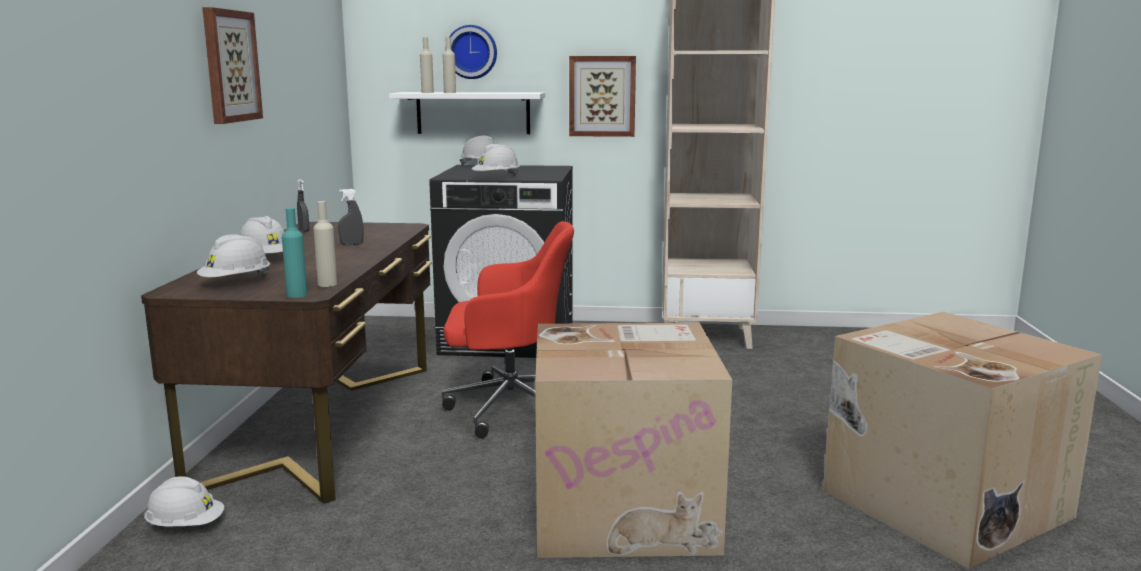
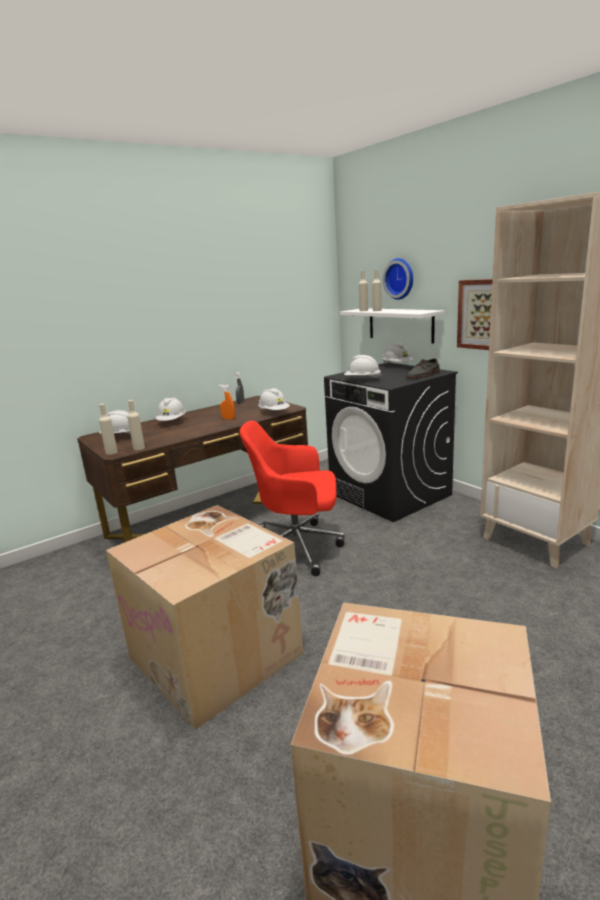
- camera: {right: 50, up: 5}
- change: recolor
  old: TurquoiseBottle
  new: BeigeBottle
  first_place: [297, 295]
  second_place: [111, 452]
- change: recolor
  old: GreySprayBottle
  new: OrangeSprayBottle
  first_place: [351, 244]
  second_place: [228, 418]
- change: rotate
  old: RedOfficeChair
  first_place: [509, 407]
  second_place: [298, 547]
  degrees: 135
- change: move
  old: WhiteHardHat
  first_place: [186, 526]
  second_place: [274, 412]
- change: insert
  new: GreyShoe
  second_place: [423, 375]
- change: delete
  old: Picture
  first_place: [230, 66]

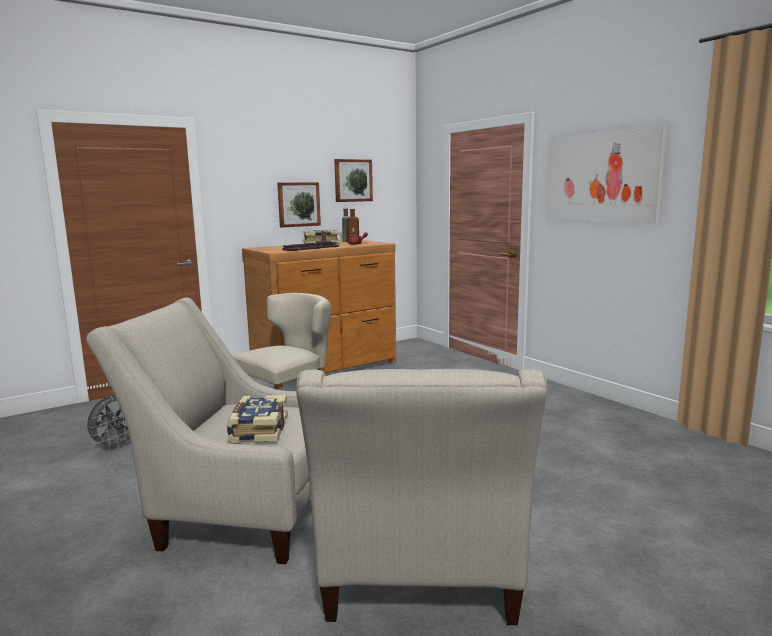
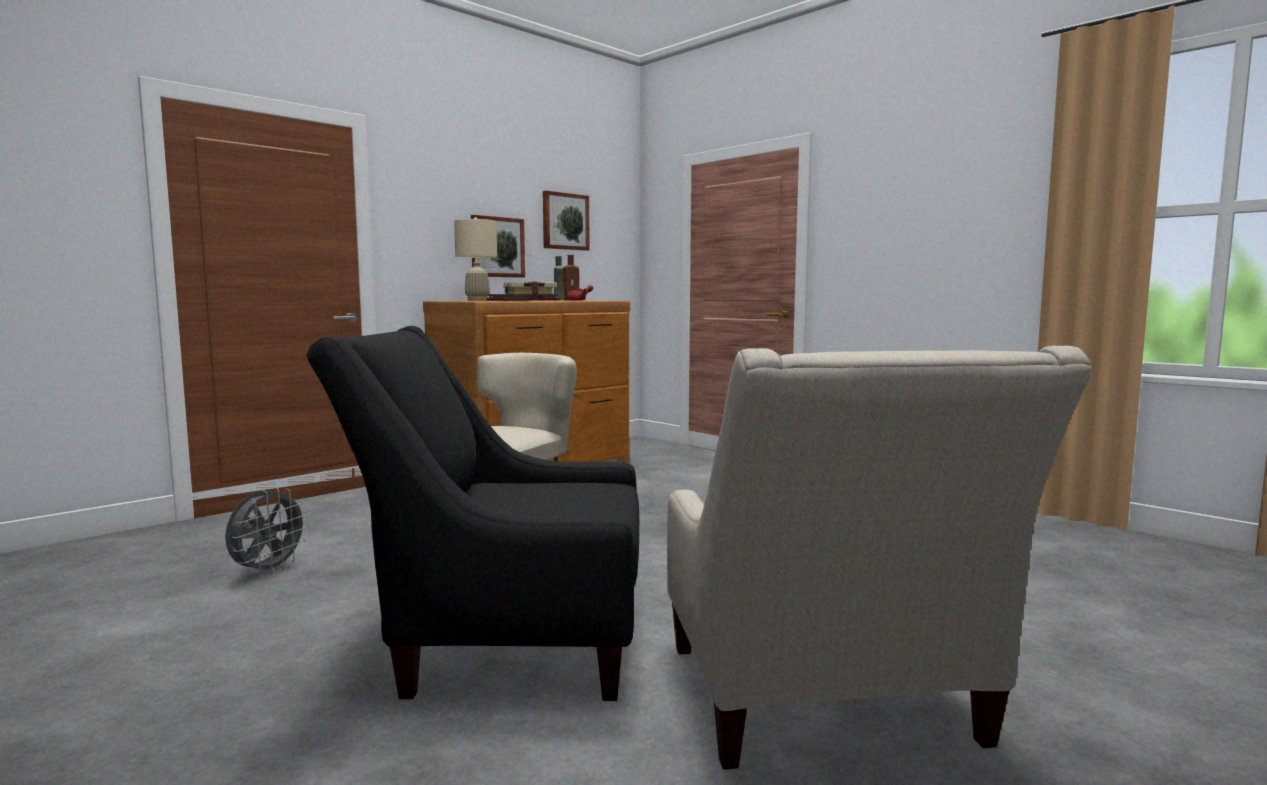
- camera: {right: -10, up: -5}
- change: recolor
  old: BeigeArmchair
  new: BlackArmchair
  first_place: [237, 512]
  second_place: [504, 641]
- change: insert
  new: BeigeTableLamp
  second_place: [477, 300]
- change: delete
  old: Book
  first_place: [257, 430]
- change: delete
  old: Picture
  first_place: [601, 177]

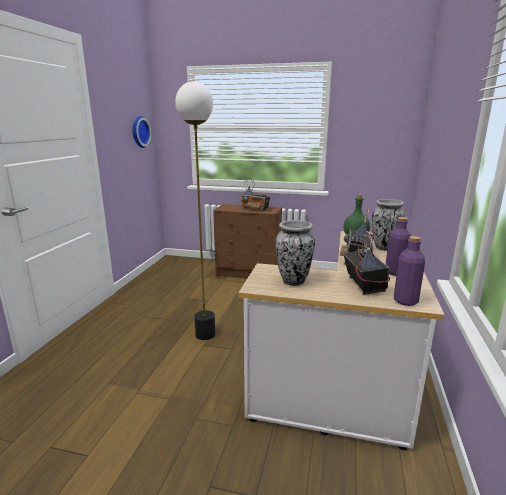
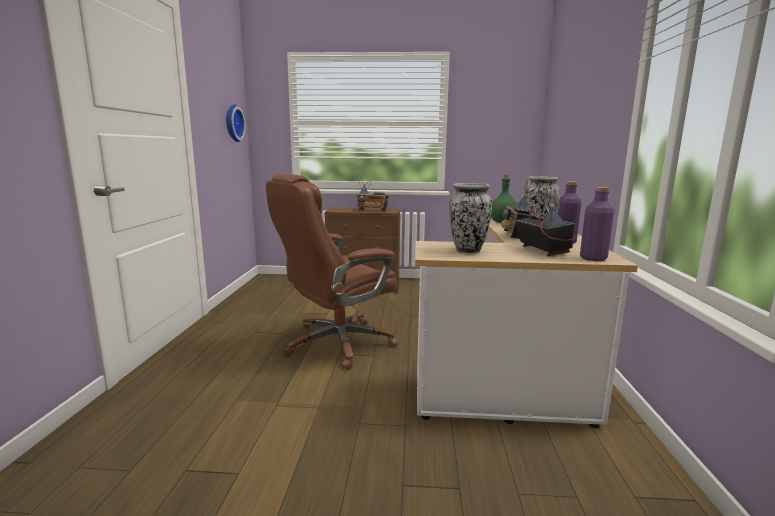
- camera: {right: -10, up: -5}
- change: replace
  old: FloorLamp
  new: BrownOfficeChair
  first_place: [205, 334]
  second_place: [336, 344]

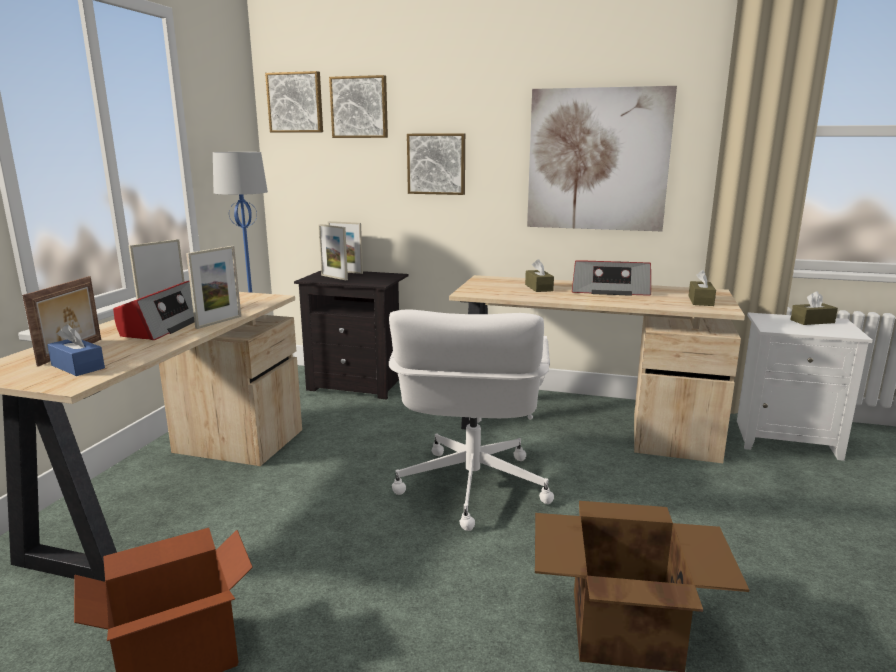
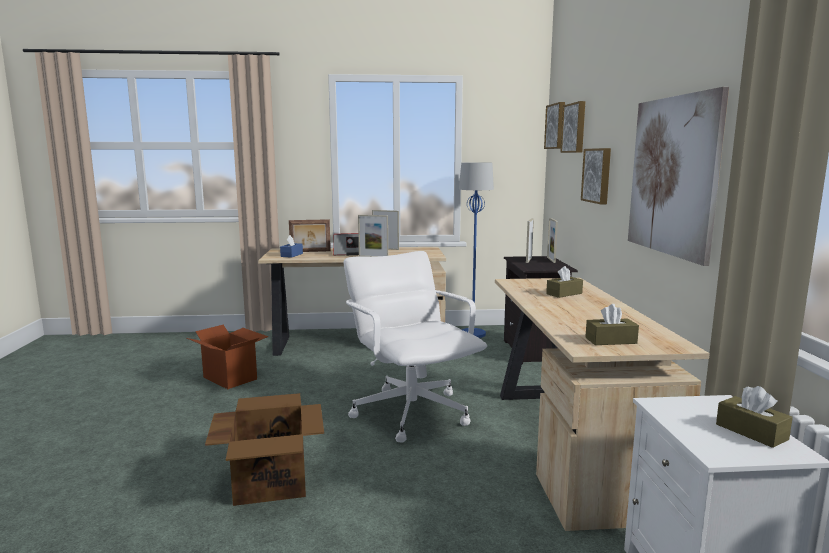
- camera: {right: 70, up: -5}
- change: rotate
  old: WhiteOfficeChair
  first_place: [471, 487]
  second_place: [411, 412]
  degrees: 75
- change: delete
  old: Radio
  first_place: [609, 290]

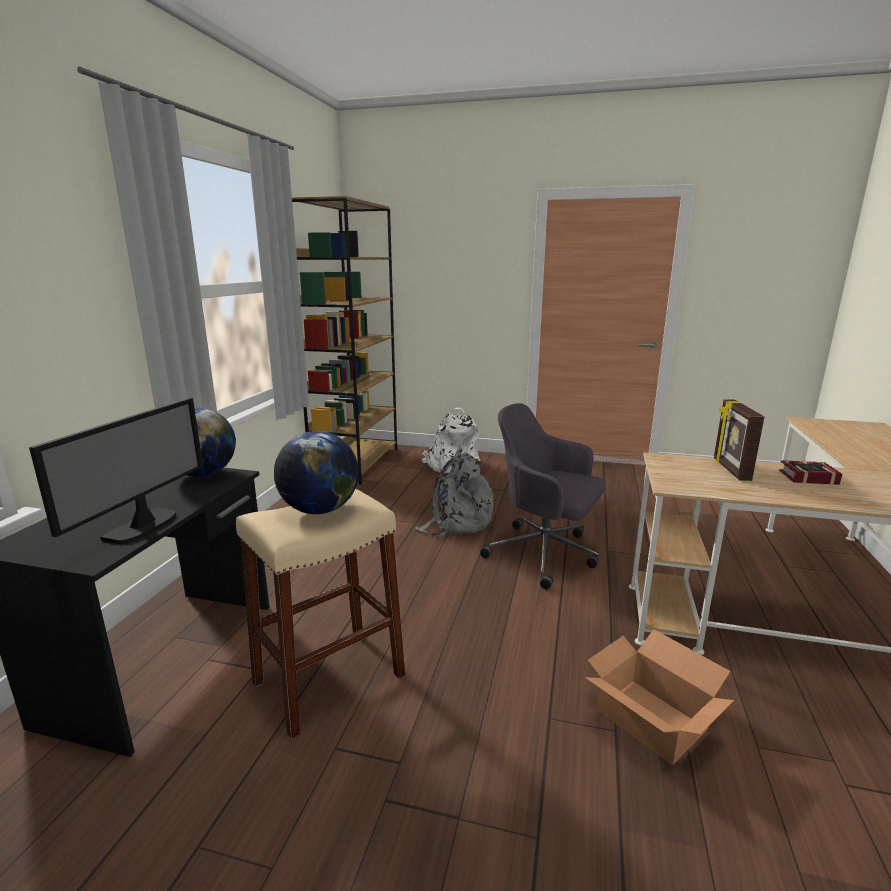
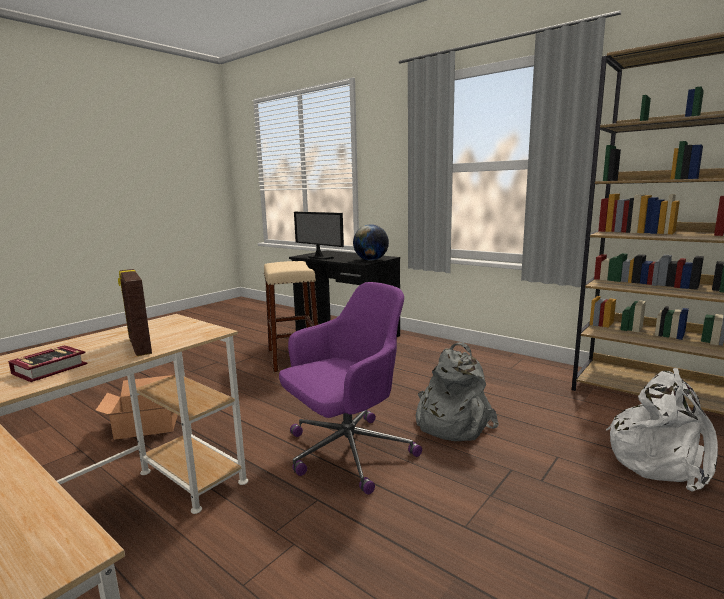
- camera: {right: 115, up: -5}
- change: rotate
  old: PictureFrame
  first_place: [730, 469]
  second_place: [139, 346]
  degrees: -150
- change: recolor
  old: GreyOfficeChair
  new: PurpleOfficeChair
  first_place: [545, 554]
  second_place: [346, 452]
- change: delete
  old: Globe
  first_place: [319, 510]

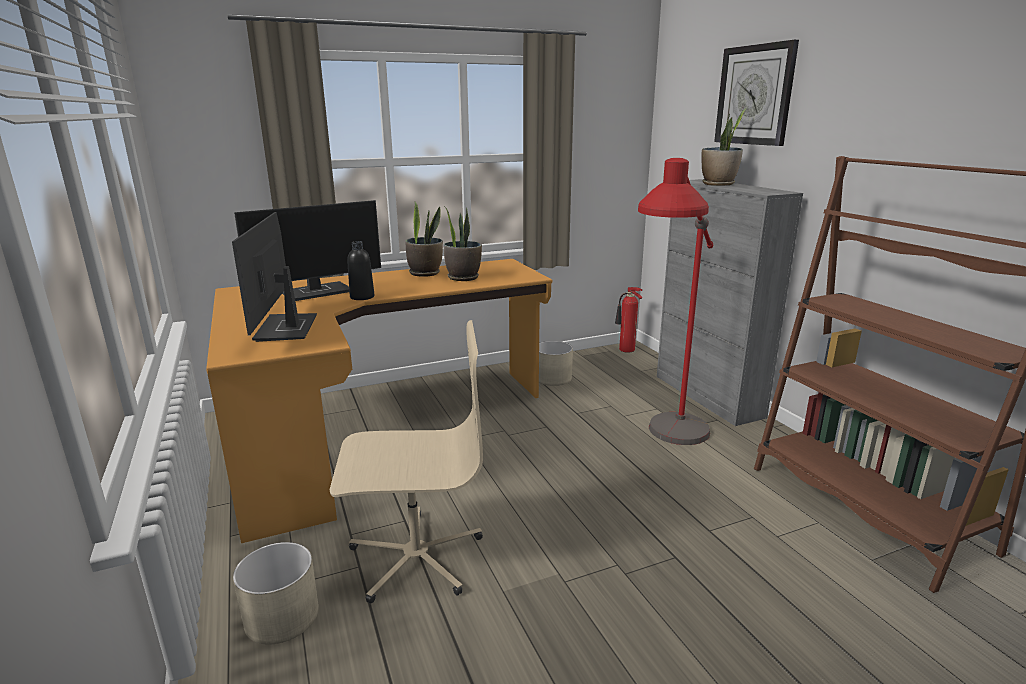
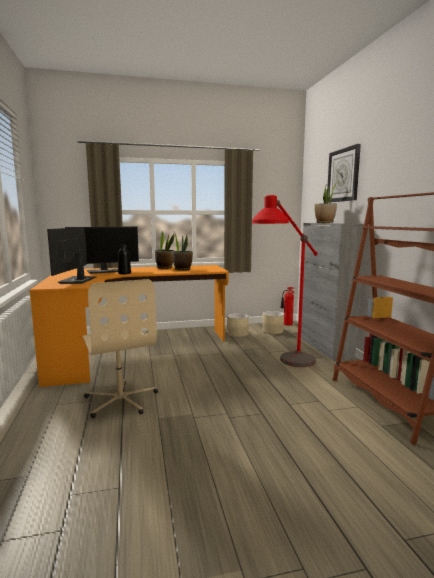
- camera: {right: 10, up: -10}
- change: rotate
  old: BeigeOfficeChair
  first_place: [415, 556]
  second_place: [121, 400]
  degrees: 60
- change: move
  old: BeigePlanter
  first_place: [282, 616]
  second_place: [273, 331]

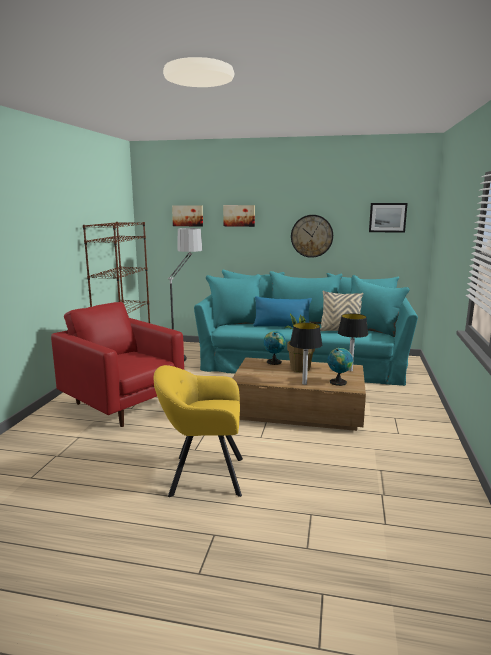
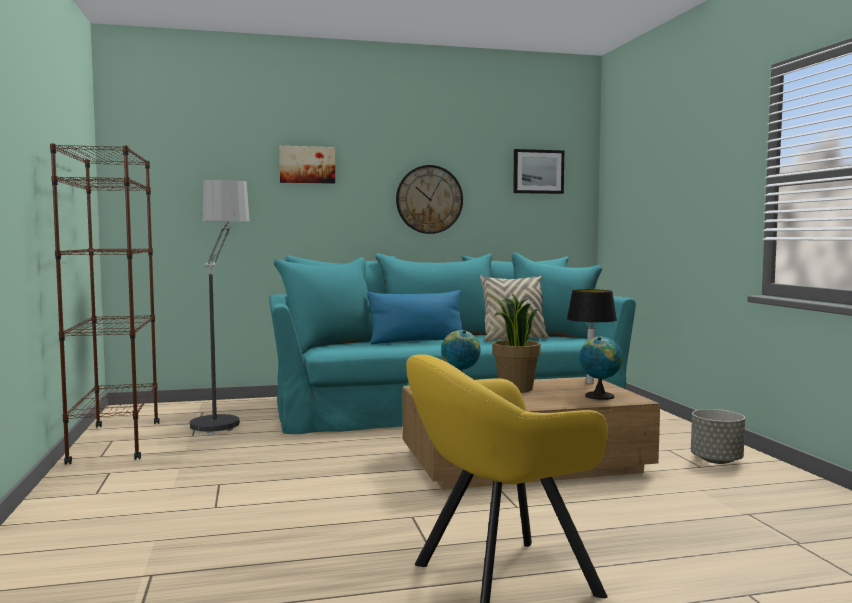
- camera: {right: -25, up: -10}
- change: insert
  new: GreyPlanter
  second_place: [716, 460]
- change: delete
  old: RedArmchair
  first_place: [123, 405]
- change: delete
  old: Picture
  first_place: [188, 215]
- change: delete
  old: TableLamp
  first_place: [304, 384]

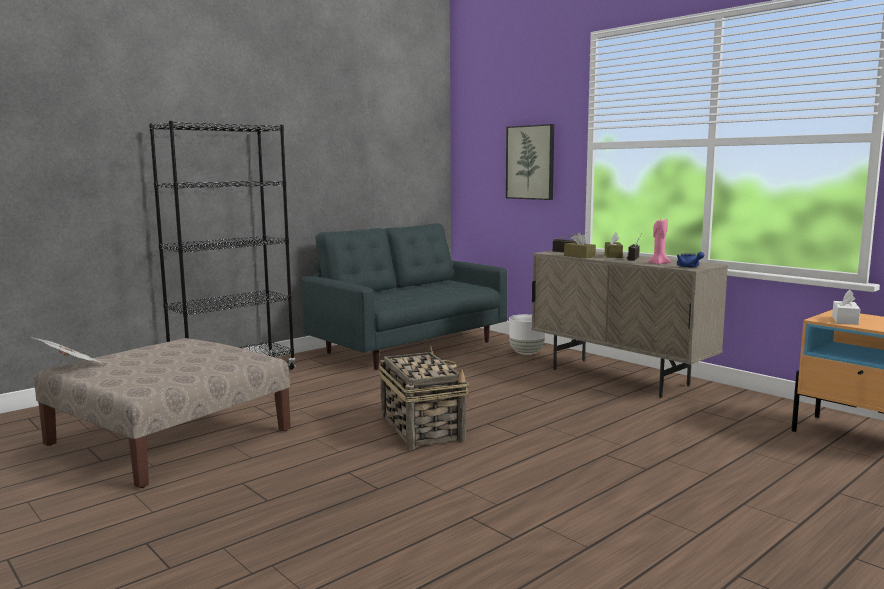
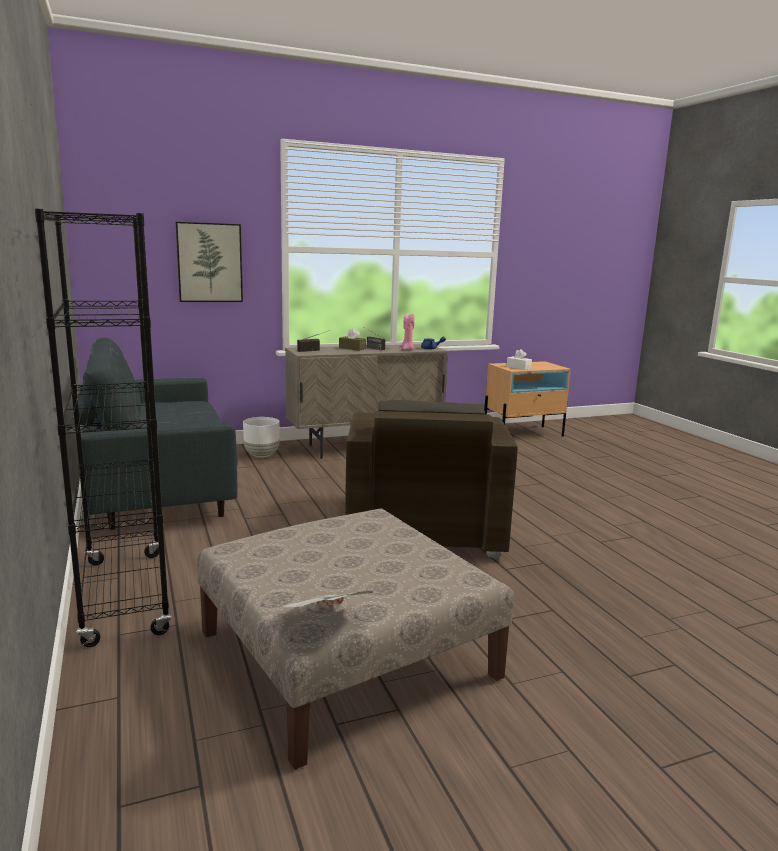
- camera: {right: -70, up: 5}
- change: replace
  old: Basket
  new: BrownArmchair
  first_place: [421, 428]
  second_place: [422, 527]
- change: delete
  old: BrownTissueBox
  first_place: [579, 256]

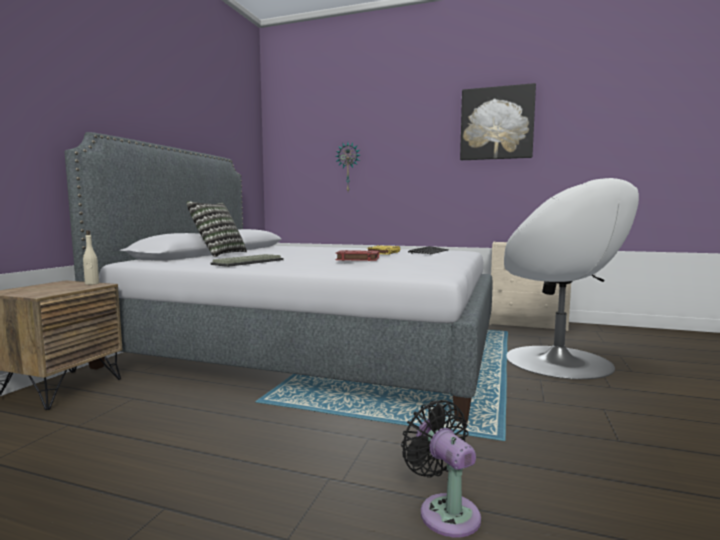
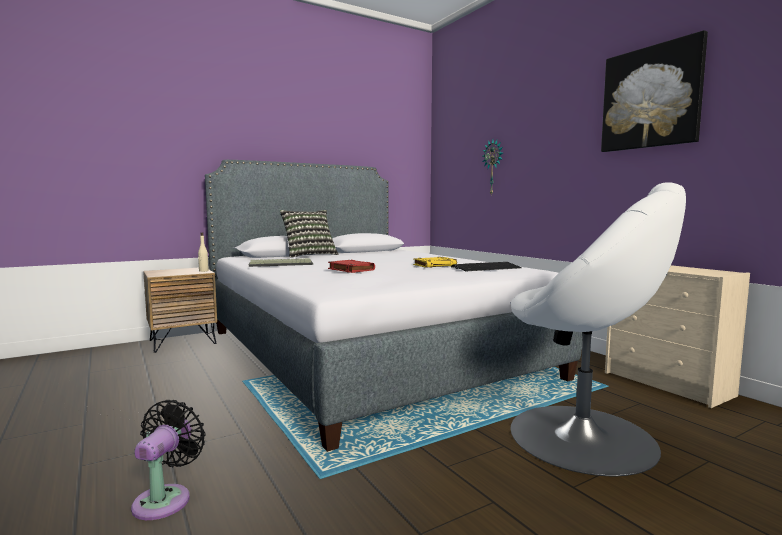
- camera: {right: 40, up: 0}
- change: rotate
  old: WhiteArmchair
  first_place: [559, 361]
  second_place: [584, 437]
  degrees: -75

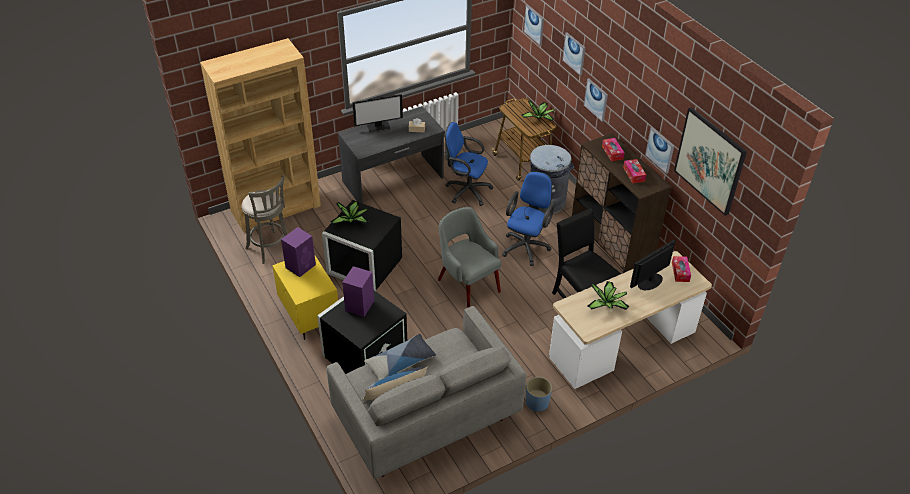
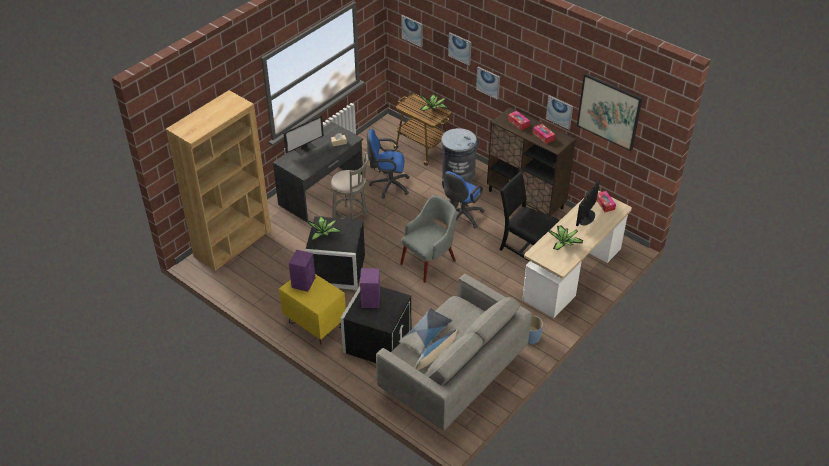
- camera: {right: -20, up: 0}
- change: move
  old: GreyStool
  first_place: [270, 249]
  second_place: [351, 220]
- change: rotate
  old: GreyArmchair
  first_place: [467, 284]
  second_place: [429, 261]
  degrees: 105
- change: rotate
  old: BlueOfficeChair
  first_place: [526, 246]
  second_place: [460, 217]
  degrees: -150

